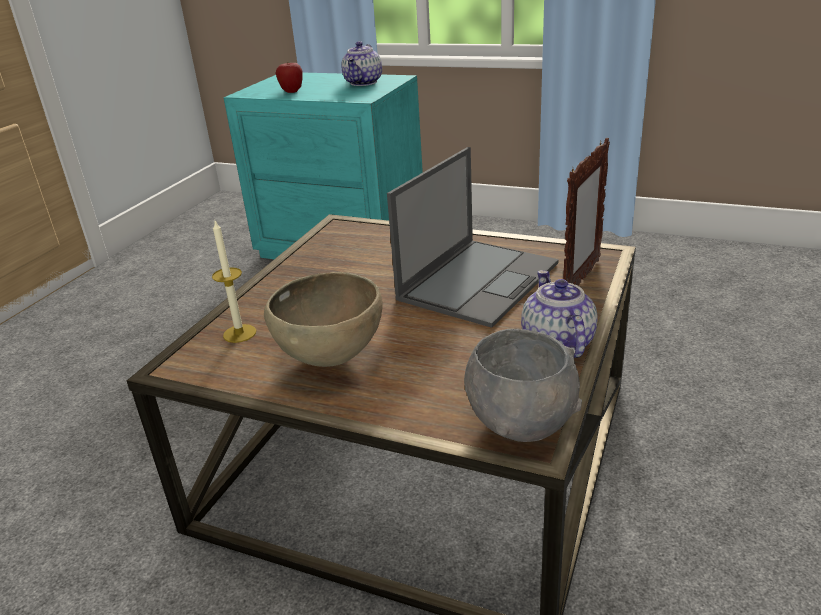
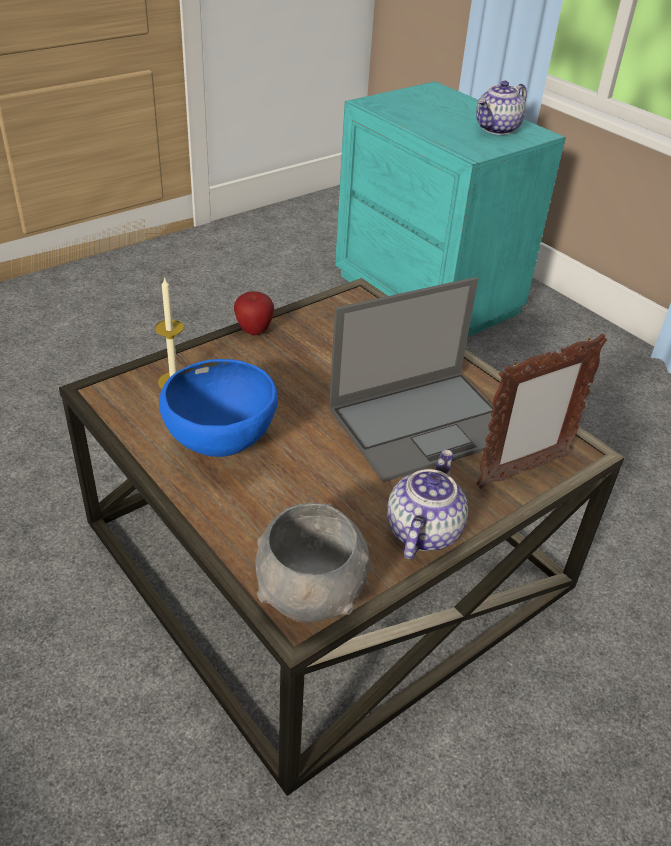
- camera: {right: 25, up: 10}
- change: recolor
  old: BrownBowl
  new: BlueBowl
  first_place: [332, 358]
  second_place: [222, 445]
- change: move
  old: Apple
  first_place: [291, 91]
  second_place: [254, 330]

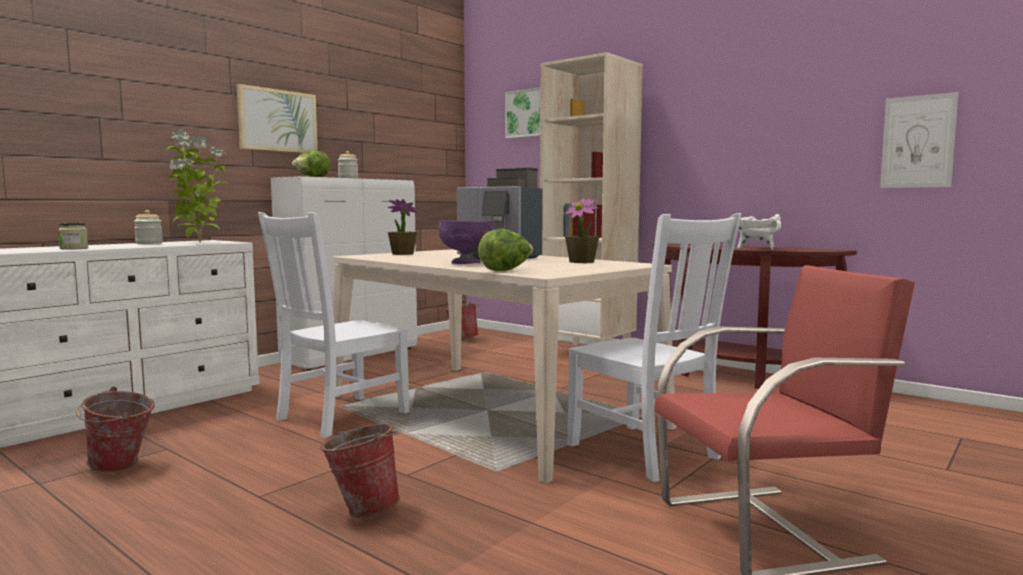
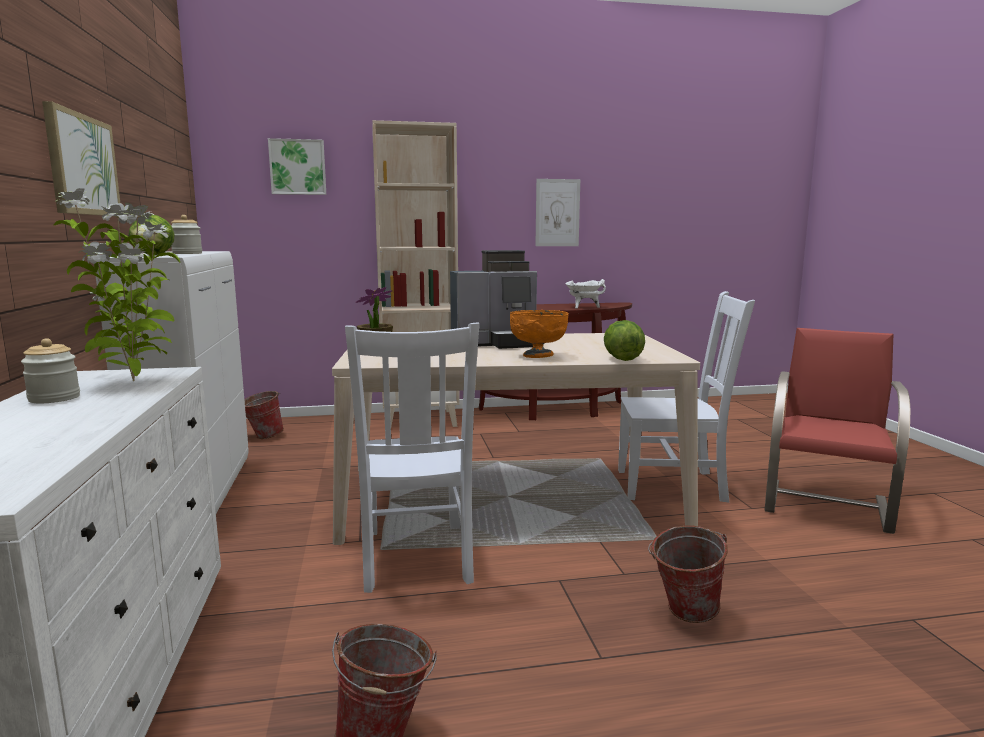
- camera: {right: -50, up: 5}
- change: recolor
  old: PurpleBowl
  new: OrangeBowl
  first_place: [467, 264]
  second_place: [538, 356]
- change: move
  old: Picture
  first_place: [918, 141]
  second_place: [557, 213]
- change: delete
  old: Jar
  first_place: [74, 248]
- change: delete
  old: PottedPlant
  first_place: [582, 262]

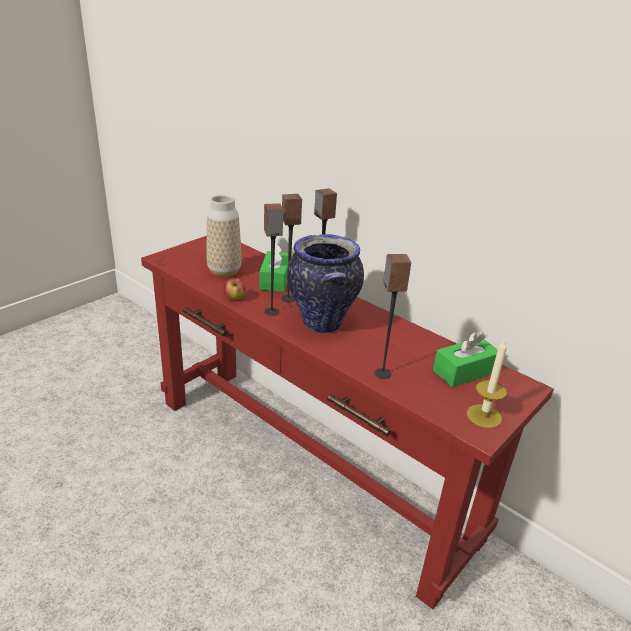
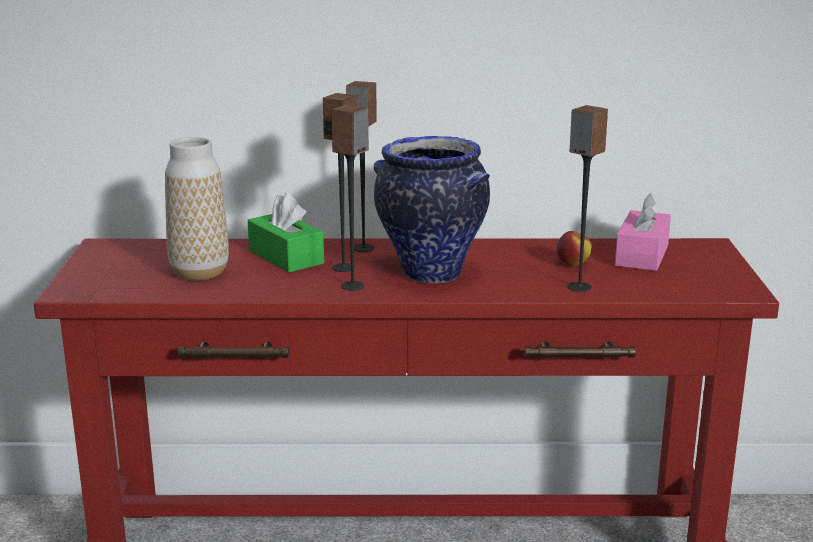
- camera: {right: -40, up: -10}
- change: move
  old: Apple
  first_place: [234, 299]
  second_place: [573, 264]
- change: recolor
  old: GreenTissueBox
  new: PinkTissueBox
  first_place: [464, 371]
  second_place: [642, 255]
- change: delete
  old: Candle
  first_place: [484, 416]

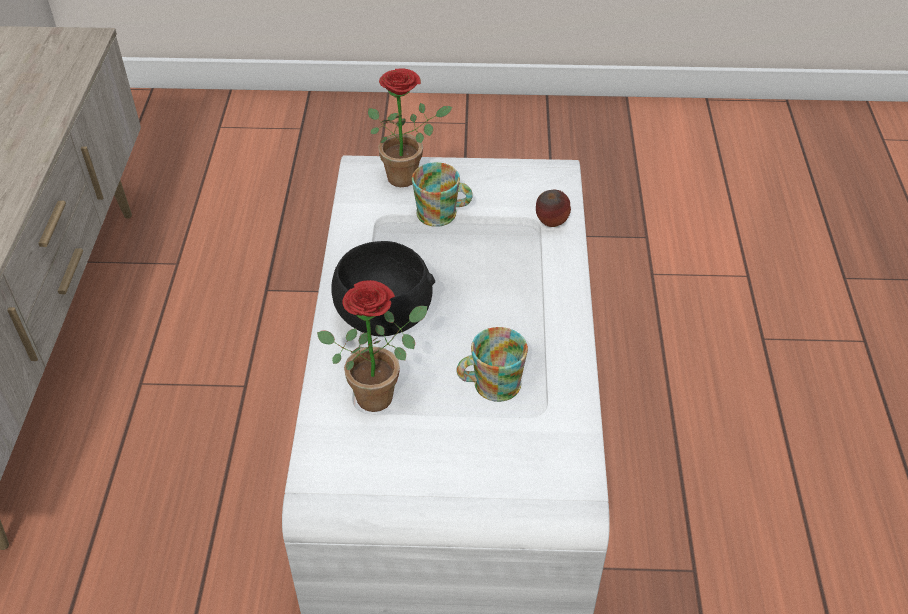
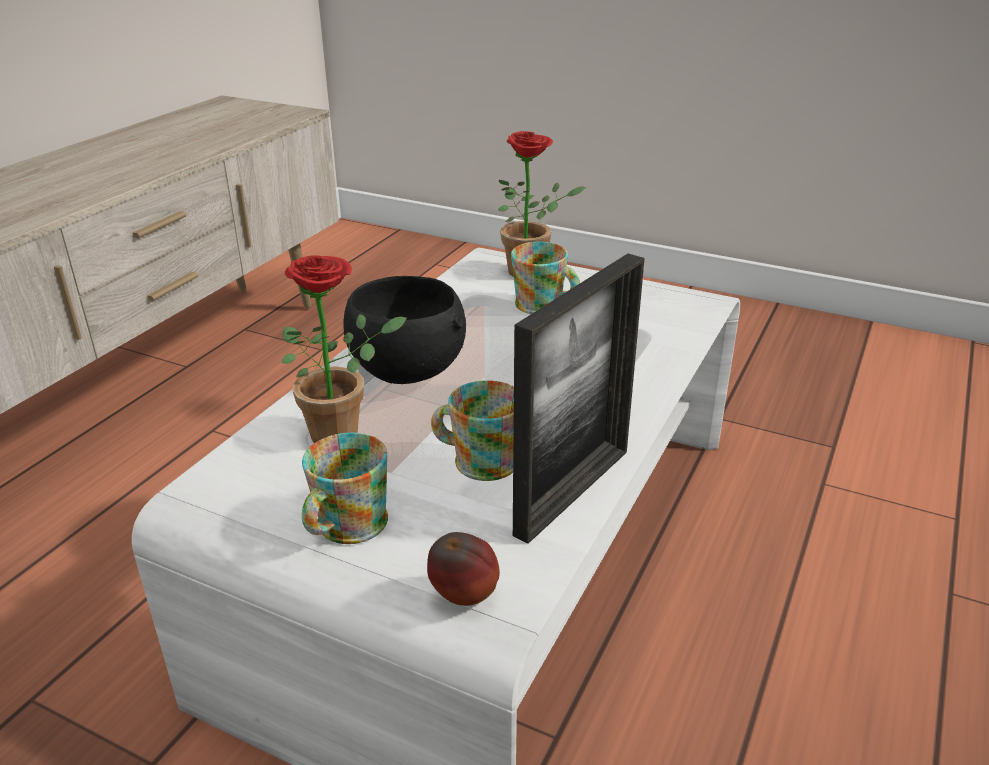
- camera: {right: 25, up: -15}
- change: insert
  new: Mug
  second_place: [345, 527]
- change: move
  old: Apple
  first_place: [551, 224]
  second_place: [464, 598]
- change: insert
  new: PictureFrame
  second_place: [573, 491]

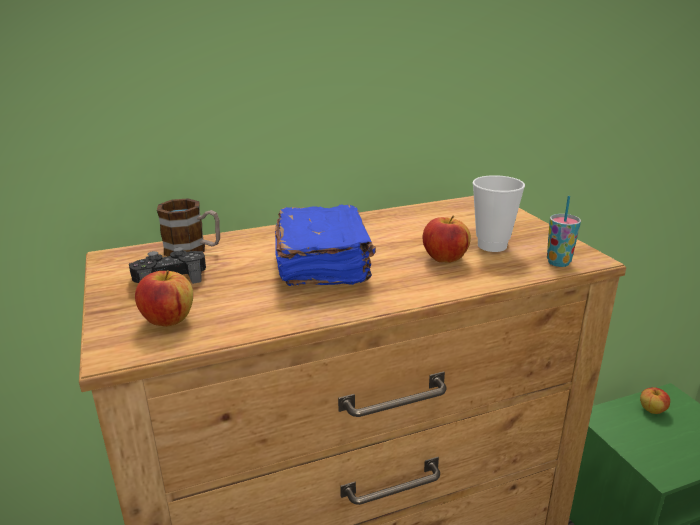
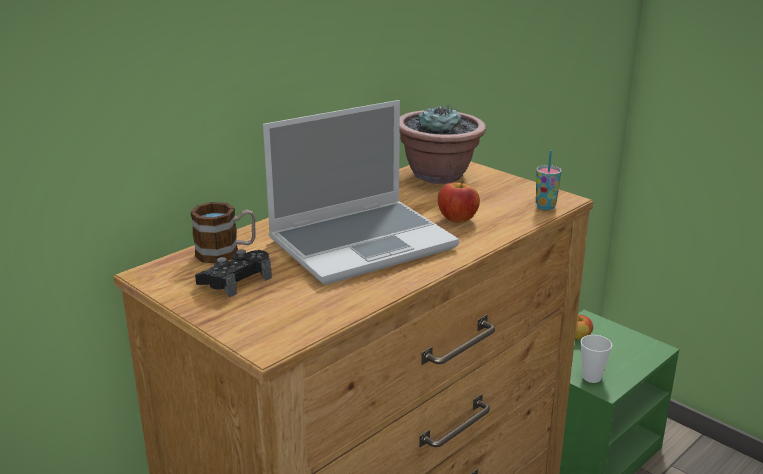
- camera: {right: -25, up: 0}
- change: replace
  old: BlueBook
  new: Laptop
  first_place: [324, 265]
  second_place: [363, 243]
- change: insert
  new: PottedPlant
  second_place: [439, 175]
- change: move
  old: Cup
  first_place: [492, 246]
  second_place: [591, 377]
- change: delete
  old: Apple
  first_place: [168, 320]

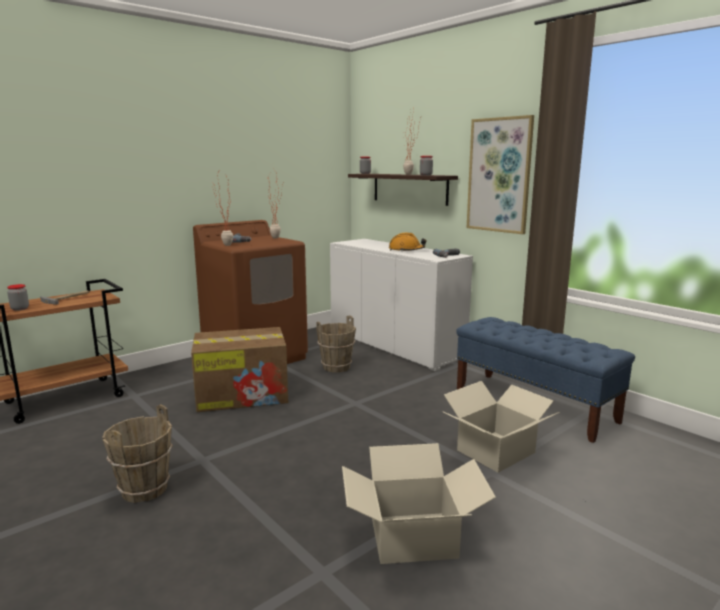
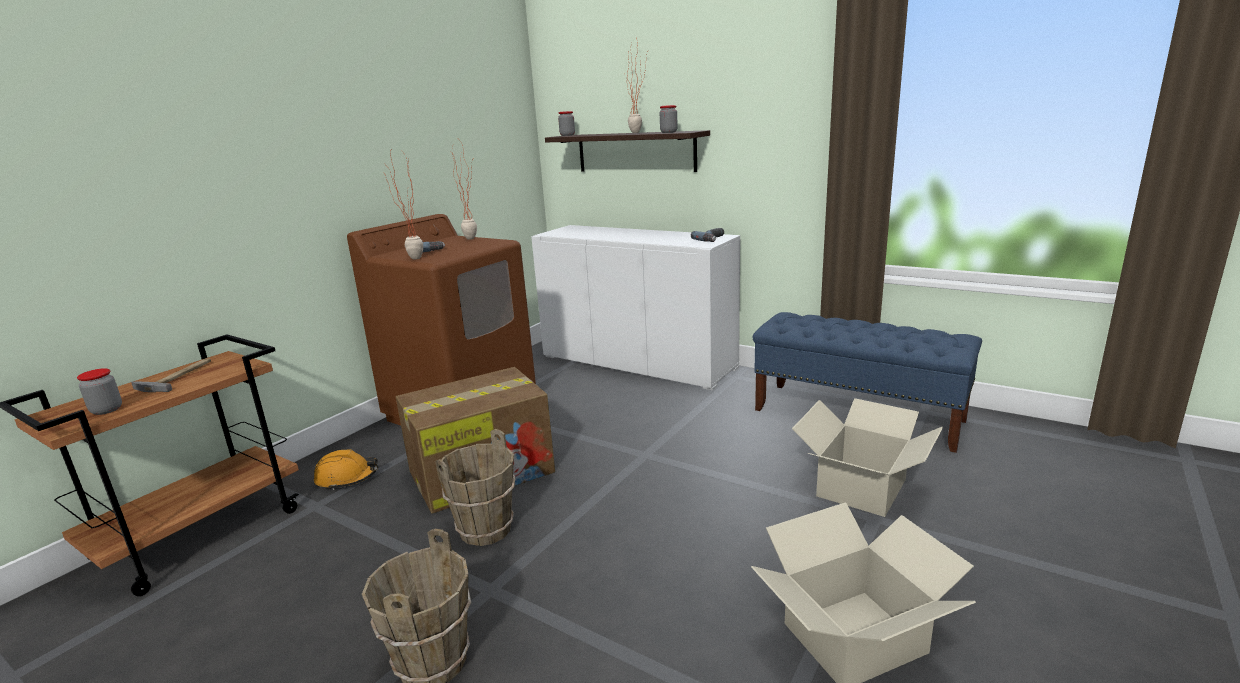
- camera: {right: -15, up: 5}
- change: move
  old: OrangeHardHat
  first_place: [406, 250]
  second_place: [347, 478]
- change: move
  old: BrownBucket
  first_place: [336, 367]
  second_place: [486, 530]
- change: delete
  old: Picture
  first_place: [499, 175]

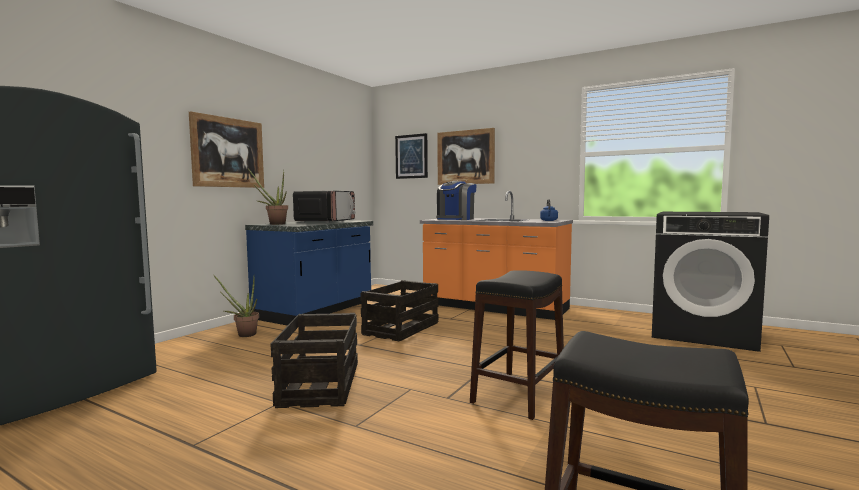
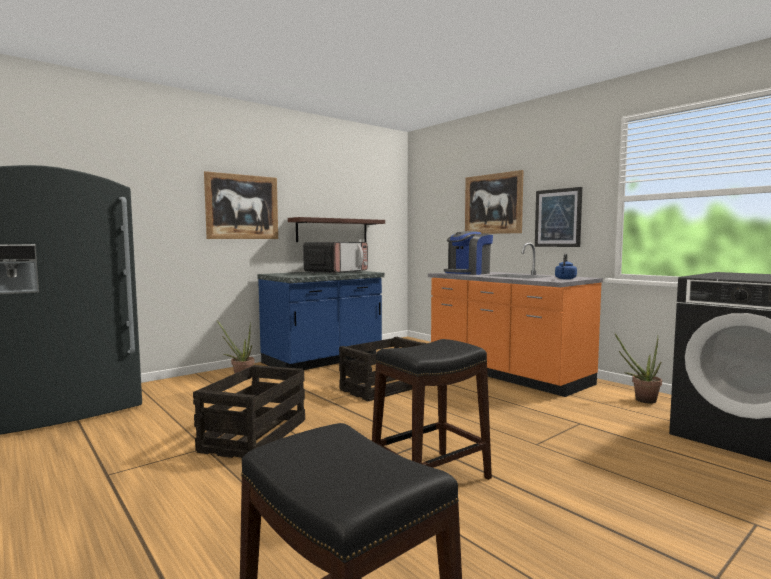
- camera: {right: 20, up: 0}
- change: insert
  new: Shelf
  second_place: [332, 230]
- change: move
  old: Picture
  first_place: [411, 156]
  second_place: [558, 218]
- change: move
  old: PottedPlant
  first_place: [274, 224]
  second_place: [641, 400]

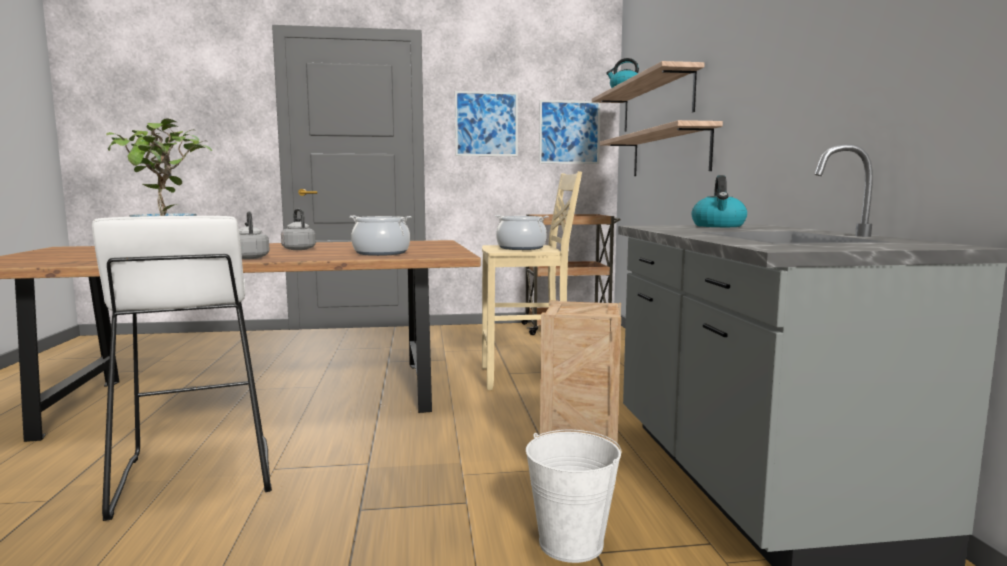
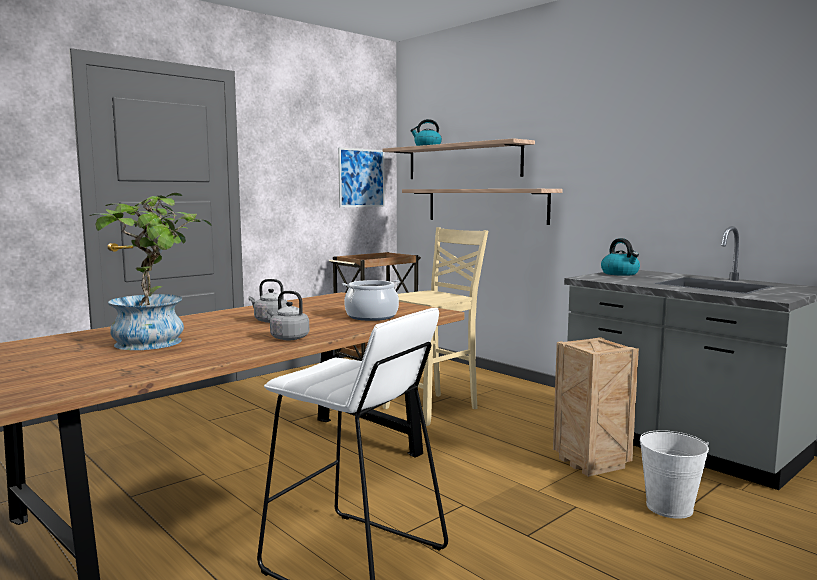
- camera: {right: -35, up: 0}
- change: delete
  old: Picture
  first_place: [486, 124]
- change: delete
  old: CookingPot
  first_place: [521, 248]

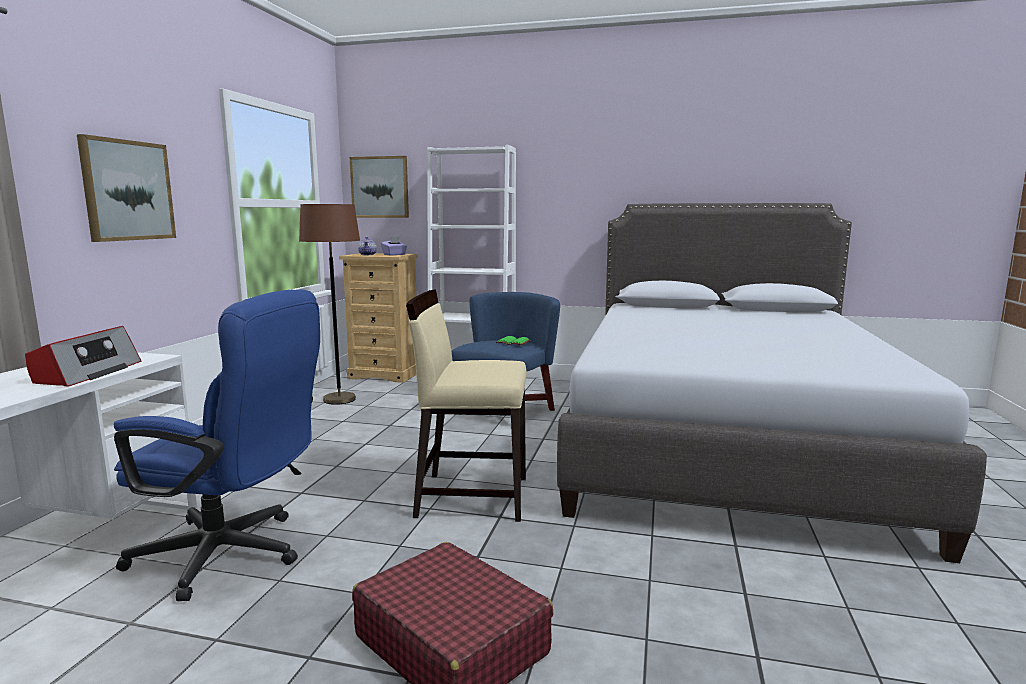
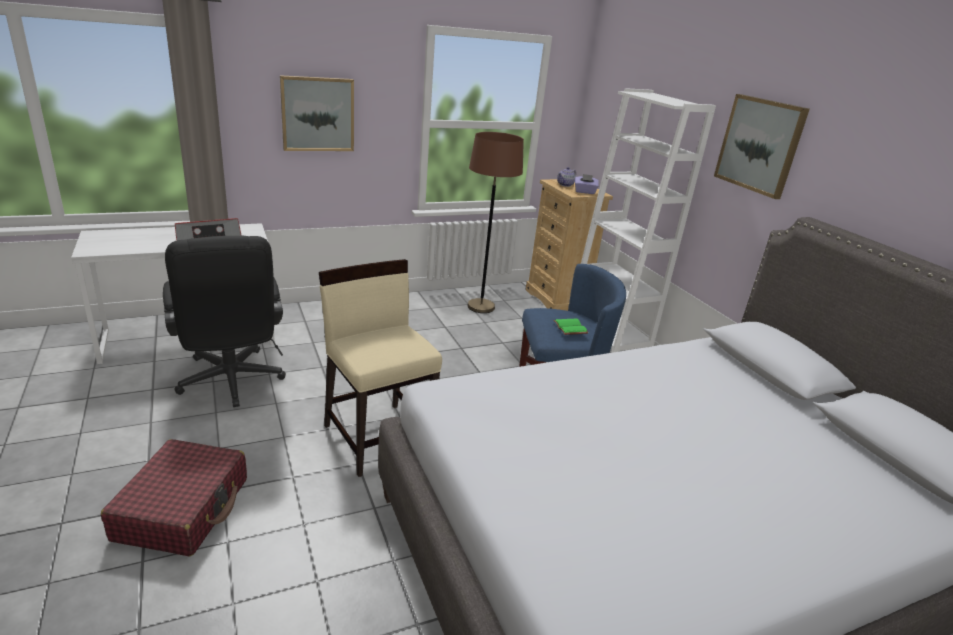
- camera: {right: 50, up: 15}
- change: recolor
  old: BlueOfficeChair
  new: BlackOfficeChair
  first_place: [232, 555]
  second_place: [231, 383]
- change: move
  old: Picture
  first_place: [380, 187]
  second_place: [760, 145]

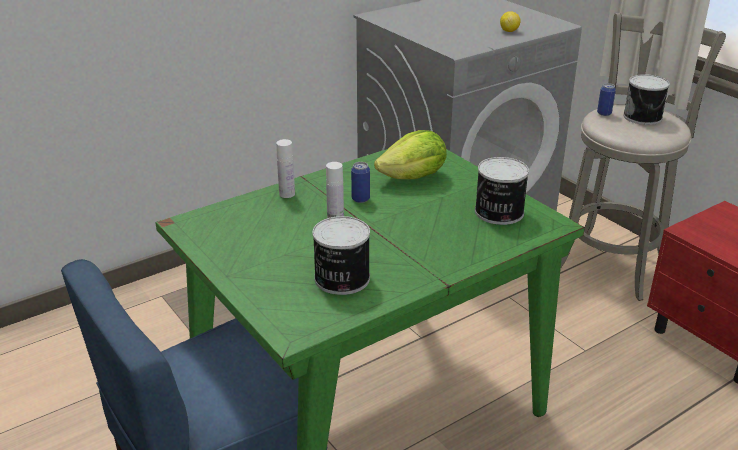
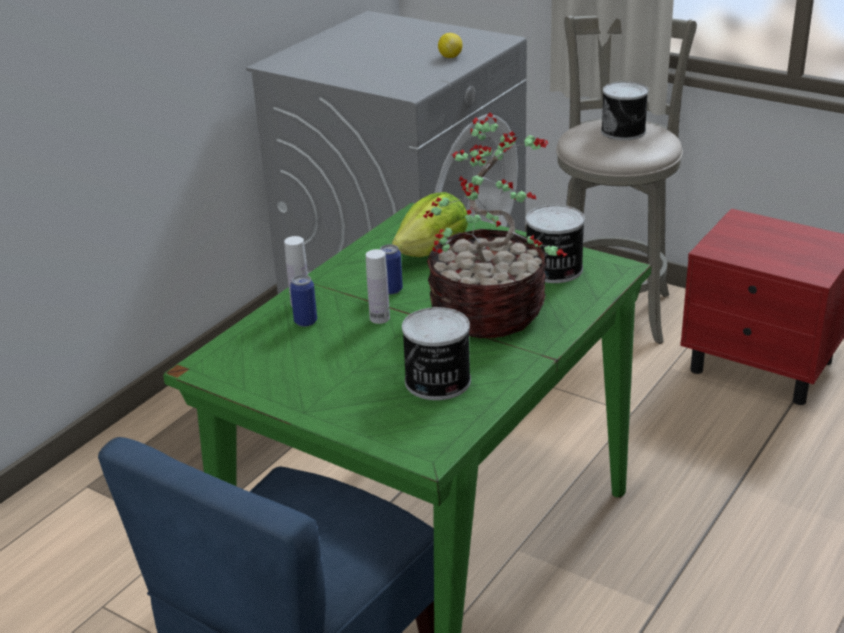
- camera: {right: -20, up: 0}
- change: move
  old: Can
  first_place: [604, 113]
  second_place: [305, 321]
- change: insert
  new: PottedPlant
  second_place: [491, 312]

